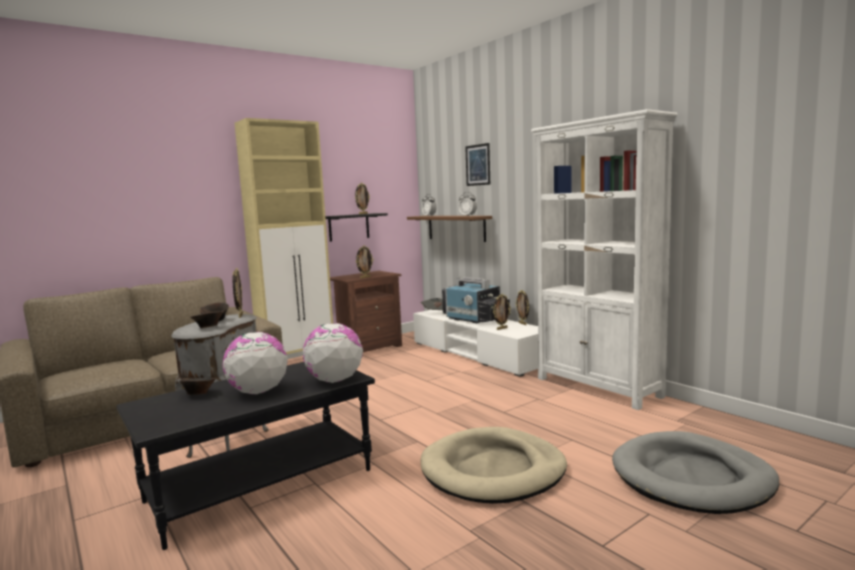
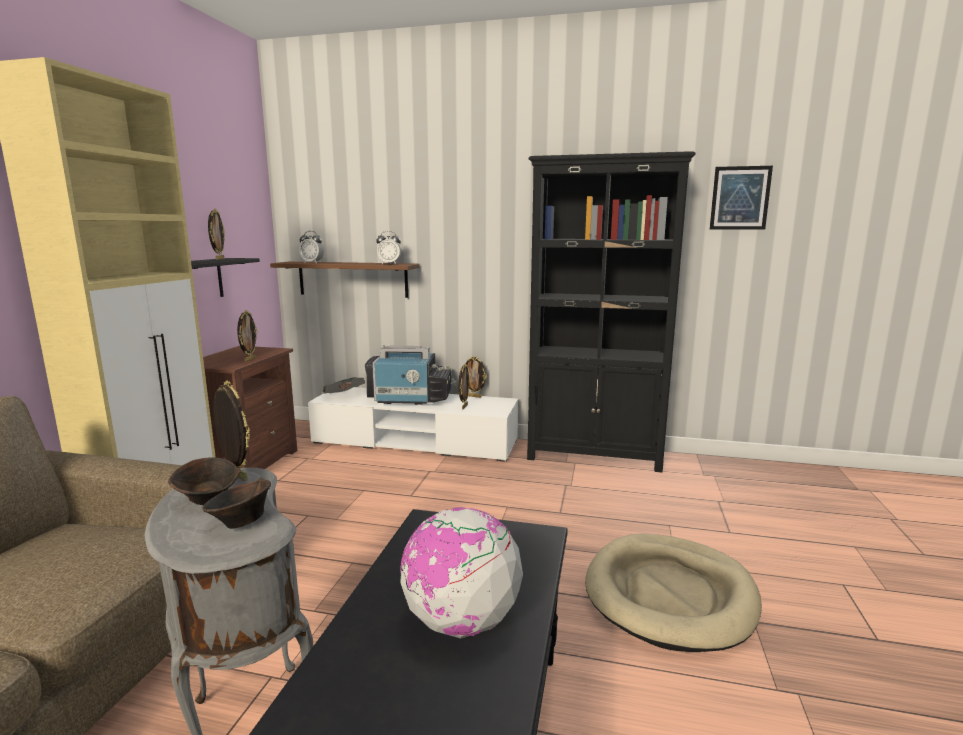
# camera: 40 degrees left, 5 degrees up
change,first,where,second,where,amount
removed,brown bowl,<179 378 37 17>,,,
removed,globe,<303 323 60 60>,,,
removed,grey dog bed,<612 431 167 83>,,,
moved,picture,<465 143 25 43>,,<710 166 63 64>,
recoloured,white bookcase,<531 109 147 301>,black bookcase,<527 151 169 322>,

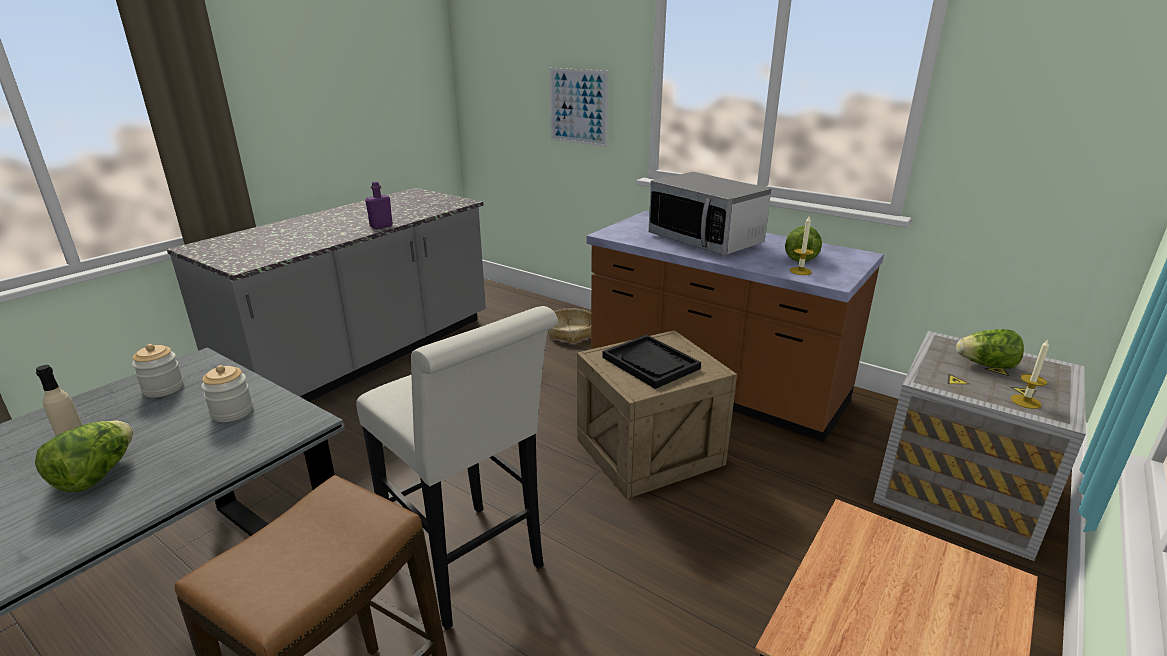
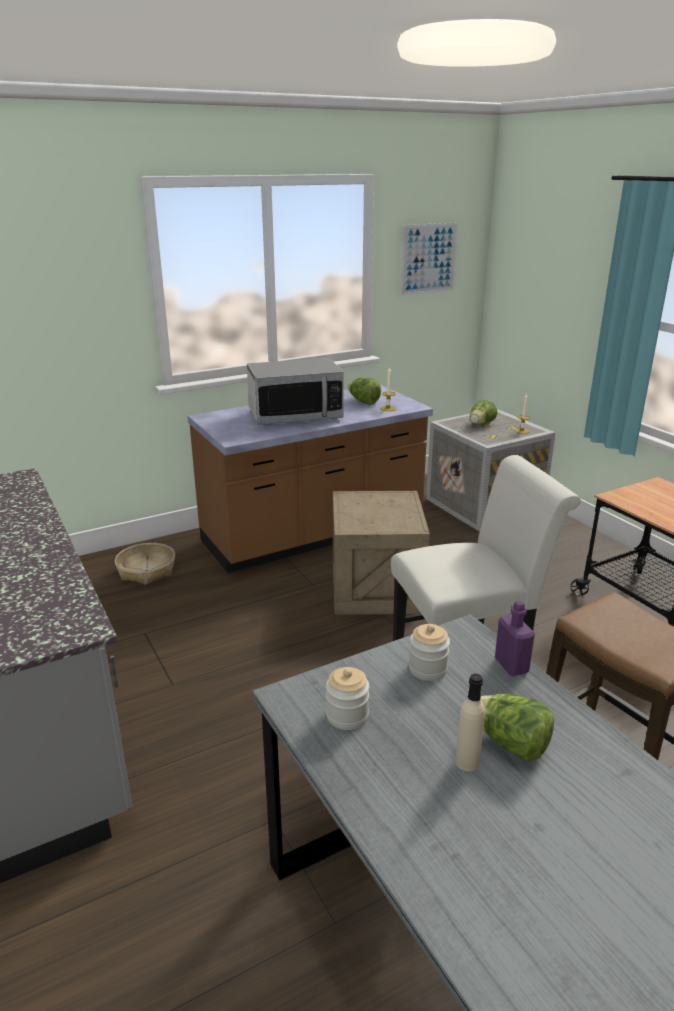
# camera: 65 degrees left, 0 degrees up
change,first,where,second,where,amount
removed,black tray,<602 335 99 54>,,,
moved,purple bottle,<365 182 28 47>,,<495 601 40 75>,
moved,picture,<549 68 59 79>,,<401 222 57 74>,

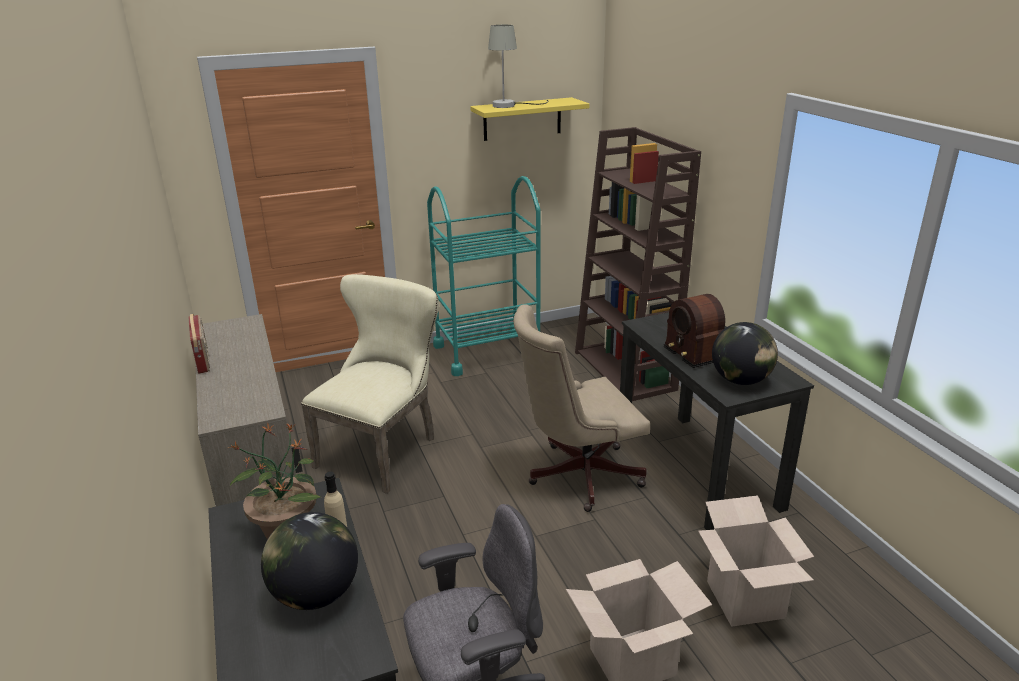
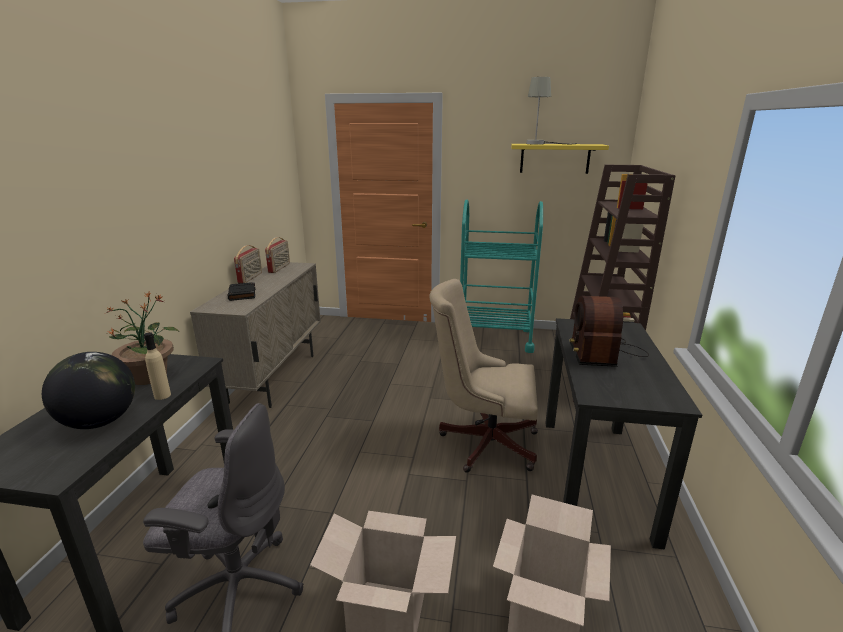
# camera: 30 degrees right, 5 degrees down
change,first,where,second,where,amount
removed,beige chair,<301 274 138 220>,,,
removed,globe,<712 322 66 63>,,,
added,,,black book,<228 282 27 19>,
added,,,radio,<265 237 25 36>,

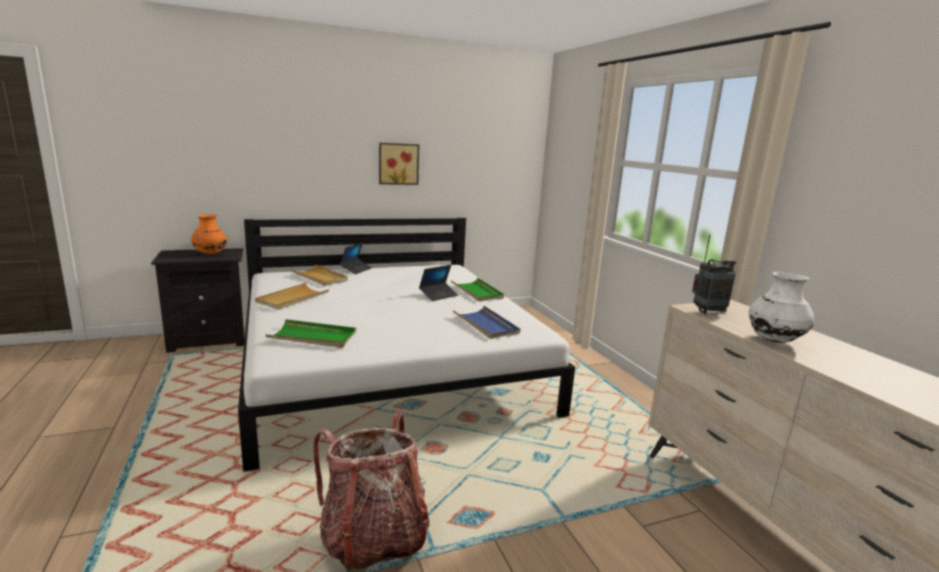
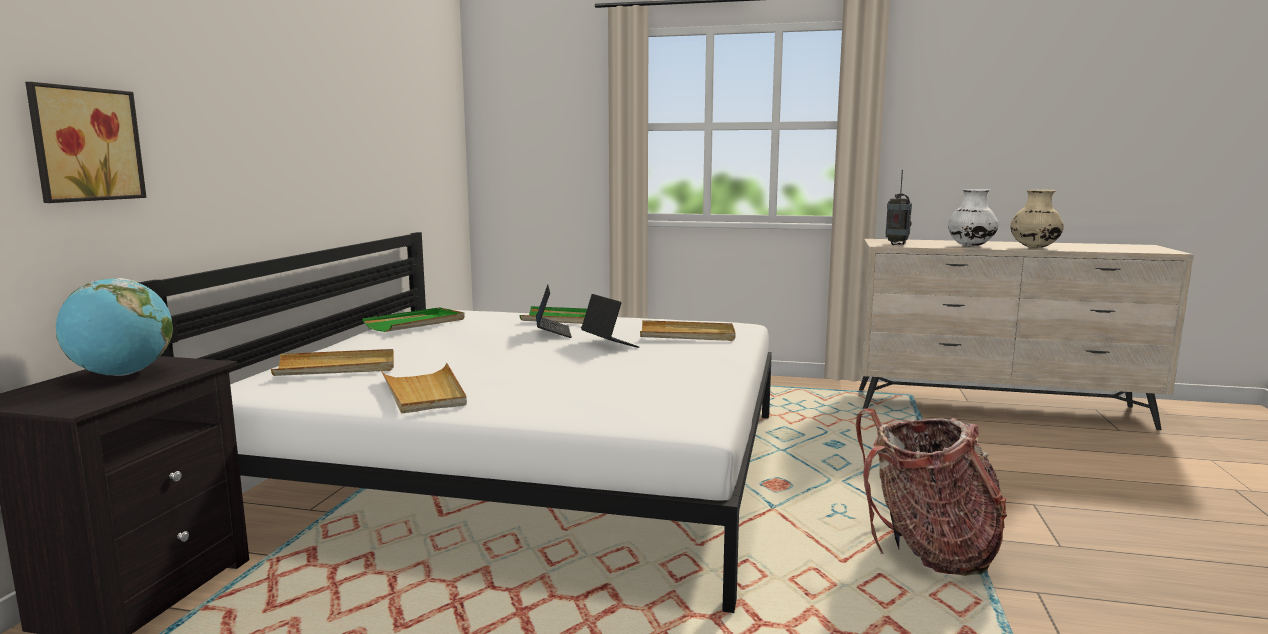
# camera: 55 degrees left, 5 degrees down
change,first,where,second,where,amount
added,,,beige vase,<1010 190 54 58>,
moved,green tray,<265 319 92 29>,,<362 307 103 25>,
moved,laptop,<340 242 32 32>,,<581 294 58 54>,
moved,picture,<379 143 40 42>,,<25 82 122 121>,
replaced,orange vase,<191 214 36 40>,globe,<56 278 117 98>,
recoloured,blue tray,<453 306 67 33>,beige tray,<640 320 96 21>,

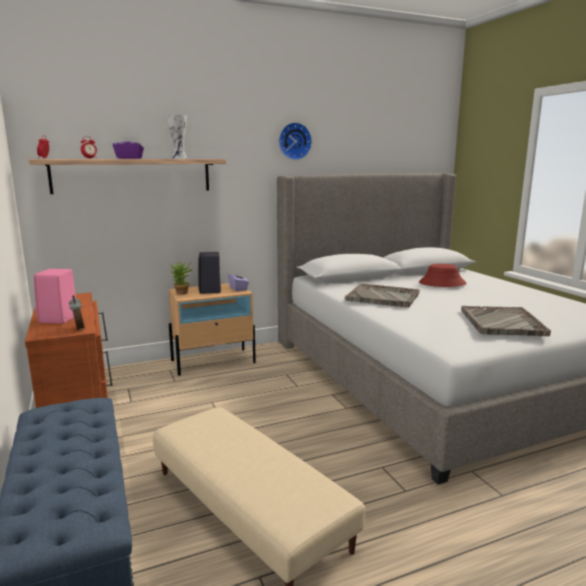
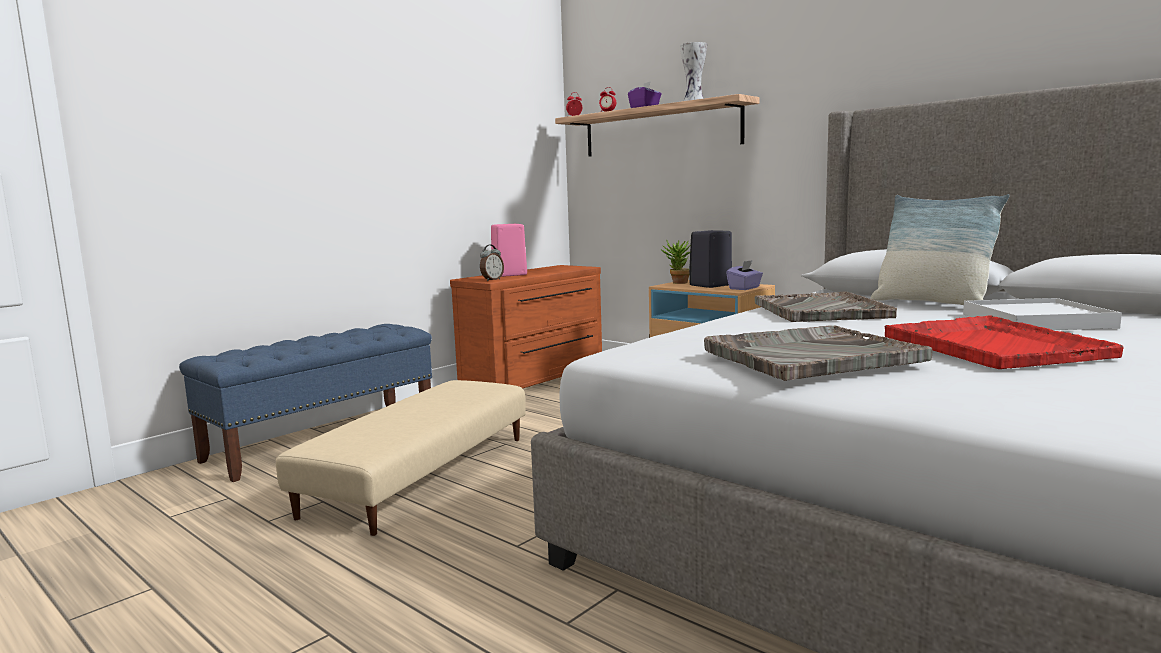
# camera: 65 degrees right, 5 degrees down
change,first,where,second,where,amount
removed,wall clock,<279 122 33 38>,,,
added,,,pillow,<870 194 140 111>,
added,,,red tray,<885 316 239 53>,
replaced,red hat,<419 264 48 23>,white tray,<963 298 159 32>,

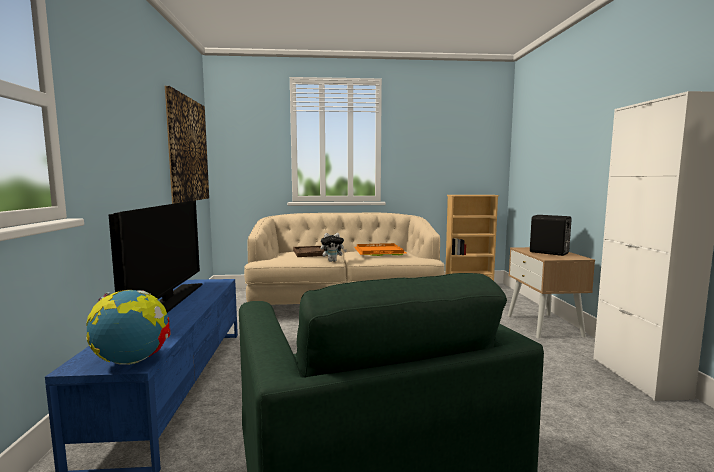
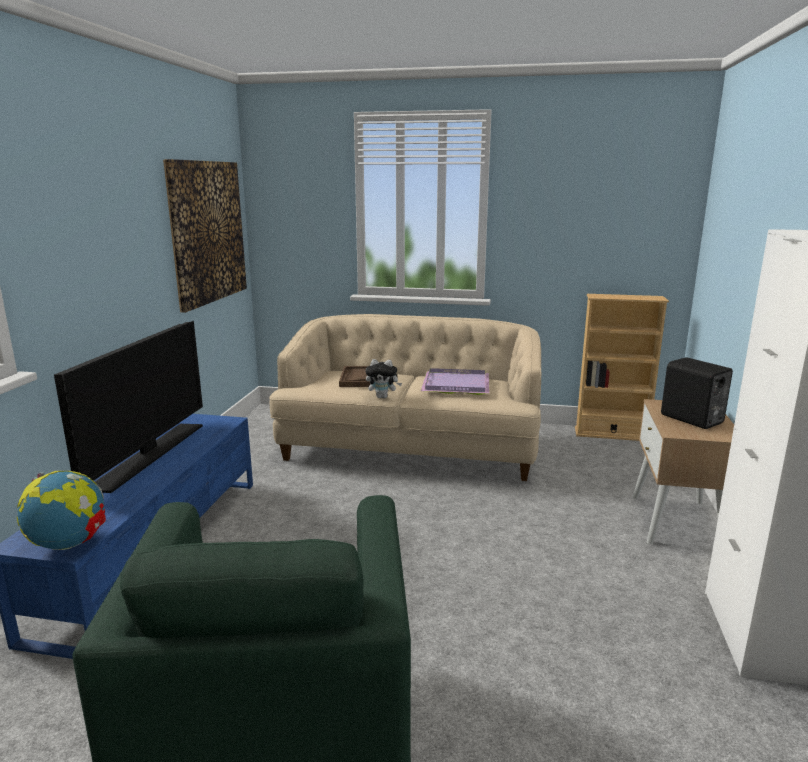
# camera: 15 degrees right, 10 degrees up
change,first,where,second,where,amount
recoloured,orange tray,<354 243 53 13>,purple tray,<421 368 68 27>,

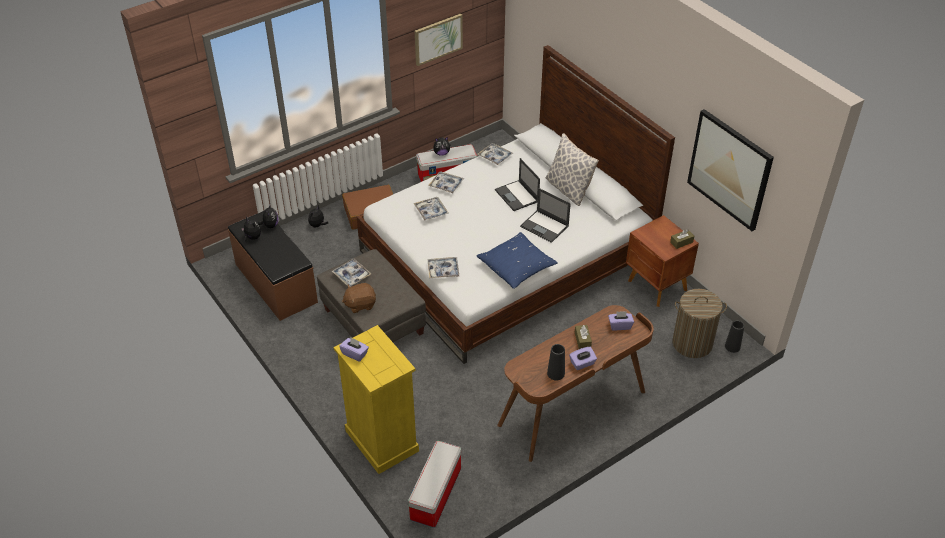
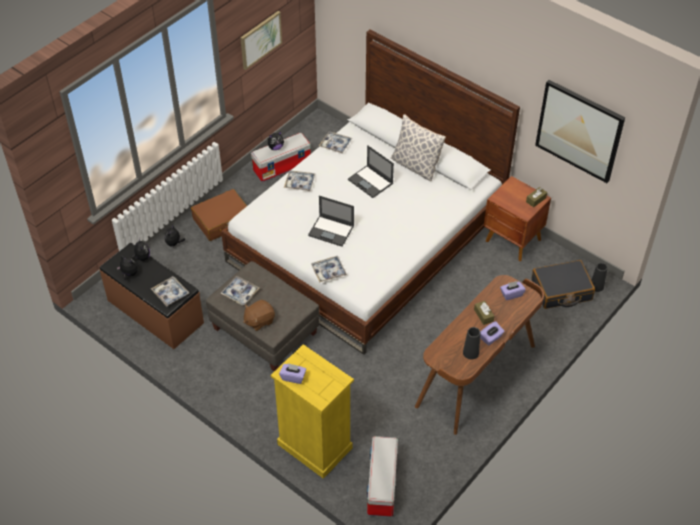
# camera: 15 degrees left, 5 degrees up
change,first,where,second,where,amount
removed,blue pillow,<477 232 81 57>,,,
moved,tray,<414 197 35 24>,,<151 276 38 31>,
moved,laptop,<520 188 51 55>,,<308 196 46 51>,
replaced,laundry basket,<673 289 54 69>,black suitcase,<531 260 64 49>,

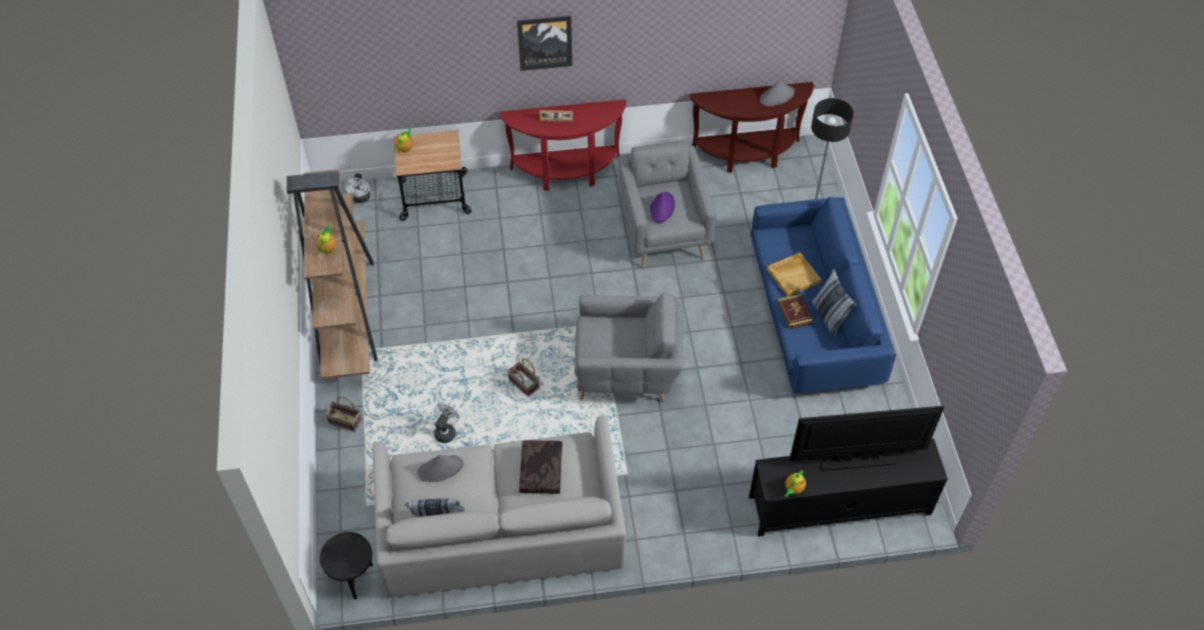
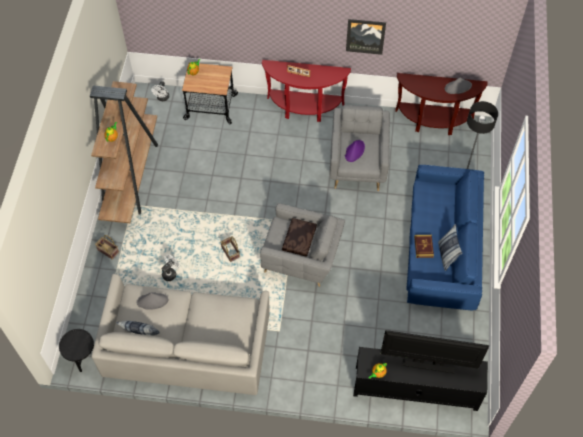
# camera: 15 degrees right, 5 degrees up
change,first,where,second,where,amount
removed,beige tray,<767 252 54 45>,,,
moved,picture,<517 16 55 55>,,<346 19 40 36>,
moved,brown pillow,<519 440 43 54>,,<282 218 35 39>,

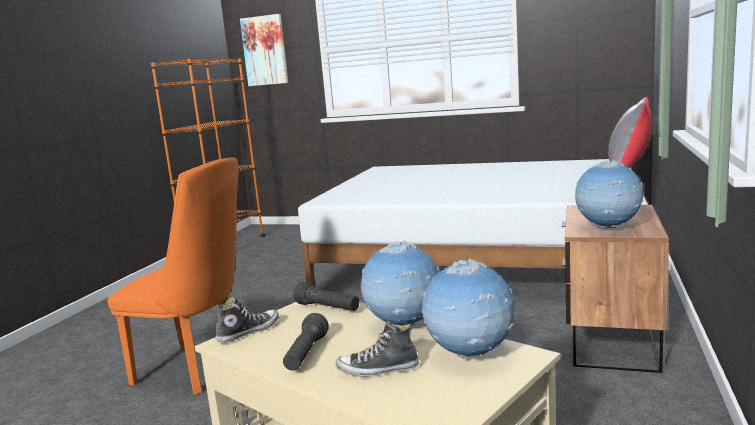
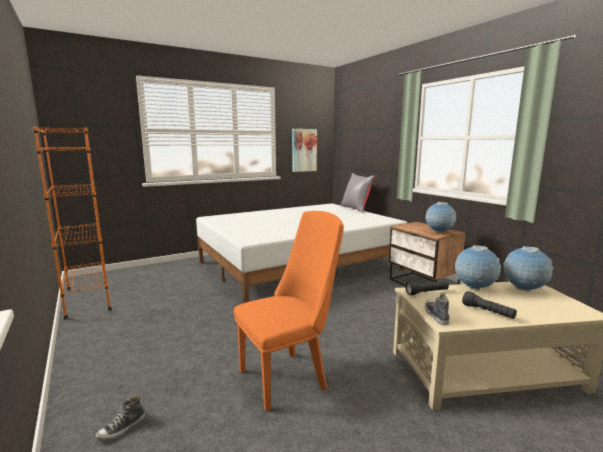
# camera: 50 degrees left, 0 degrees up
change,first,where,second,where,amount
moved,picture,<240 14 48 72>,,<292 129 25 43>,
moved,shoe,<336 321 83 56>,,<95 395 50 46>,

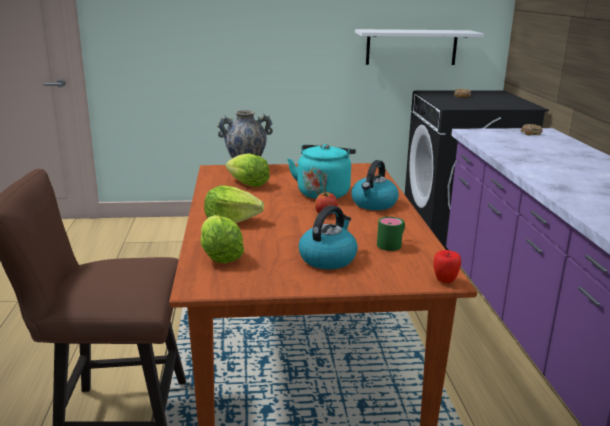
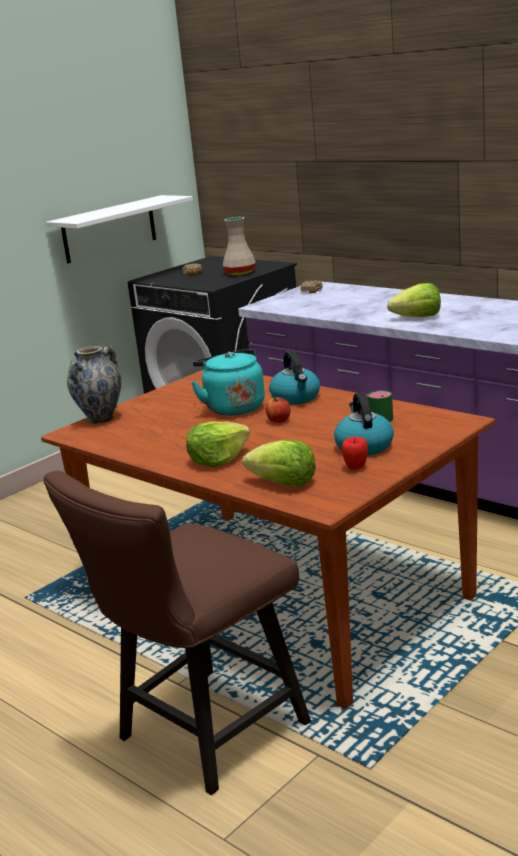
# camera: 40 degrees left, 0 degrees up
change,first,where,second,where,amount
added,,,beige vase,<223 217 33 58>,
moved,lettuce,<226 153 44 34>,,<387 283 54 34>,
moved,apple,<433 250 28 33>,,<342 437 26 33>,

